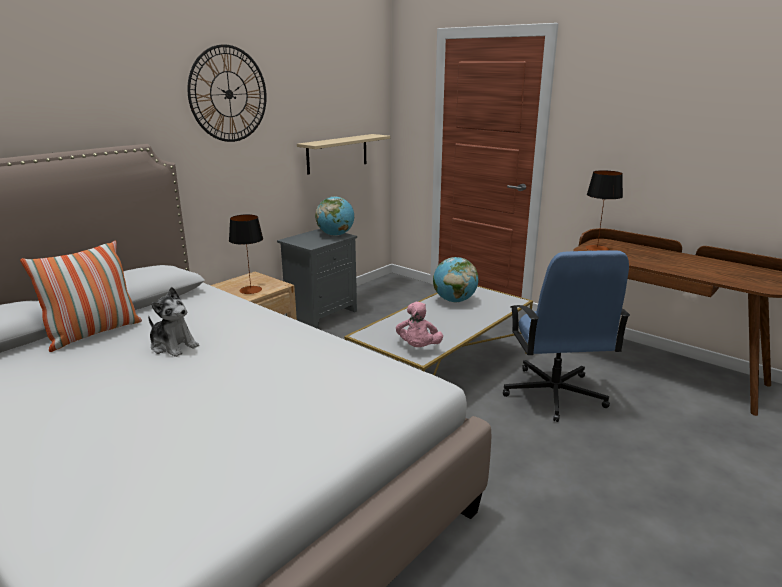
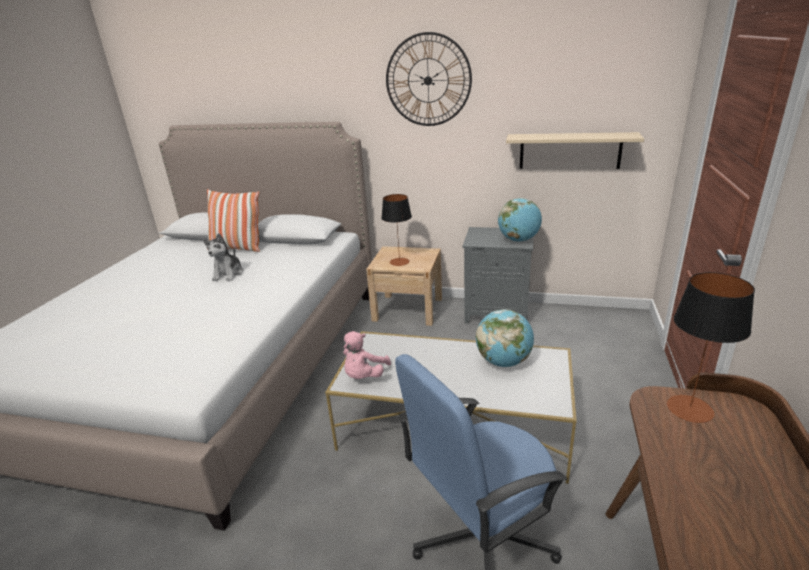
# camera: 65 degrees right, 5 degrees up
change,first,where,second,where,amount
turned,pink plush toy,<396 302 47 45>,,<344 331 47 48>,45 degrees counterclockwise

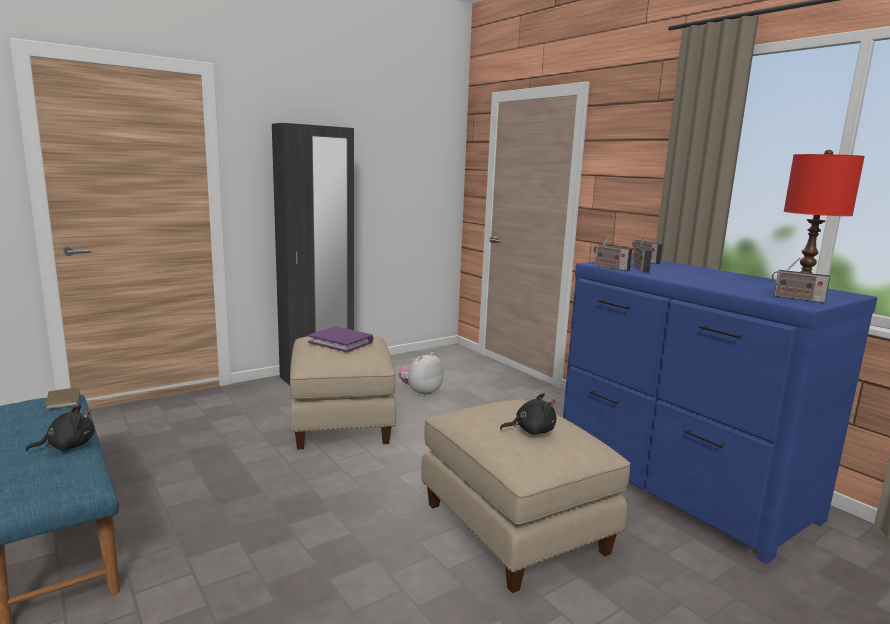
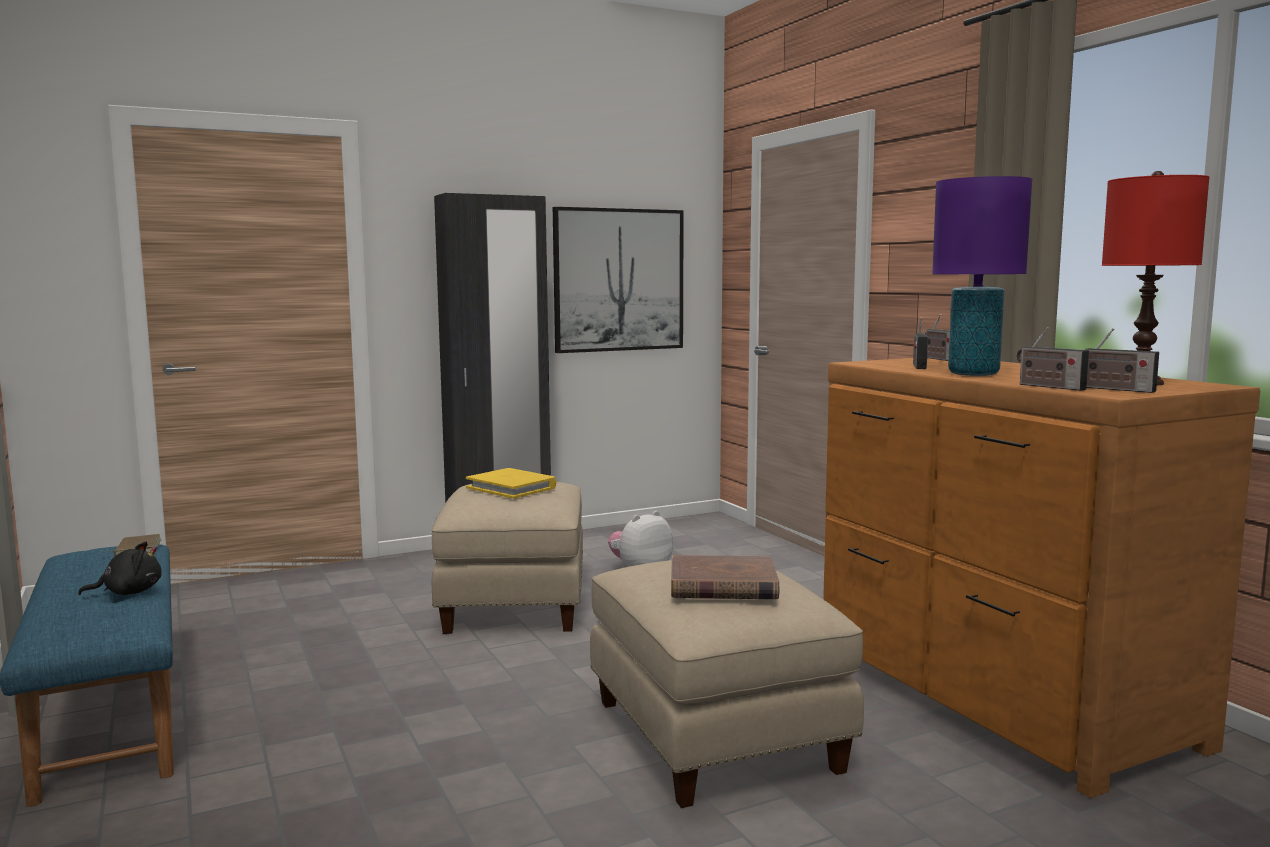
# camera: 10 degrees right, 5 degrees down
change,first,where,second,where,amount
added,,,picture,<553 207 131 146>,
added,,,purple table lamp,<932 176 100 200>,
moved,radio,<594 235 38 36>,,<1017 327 72 64>,
replaced,black plush toy,<500 393 56 42>,brown book,<671 555 108 44>,
recoloured,purple book,<308 326 65 26>,yellow book,<466 468 90 31>,
recoloured,blue dresser,<563 258 314 306>,brown dresser,<823 358 437 440>,

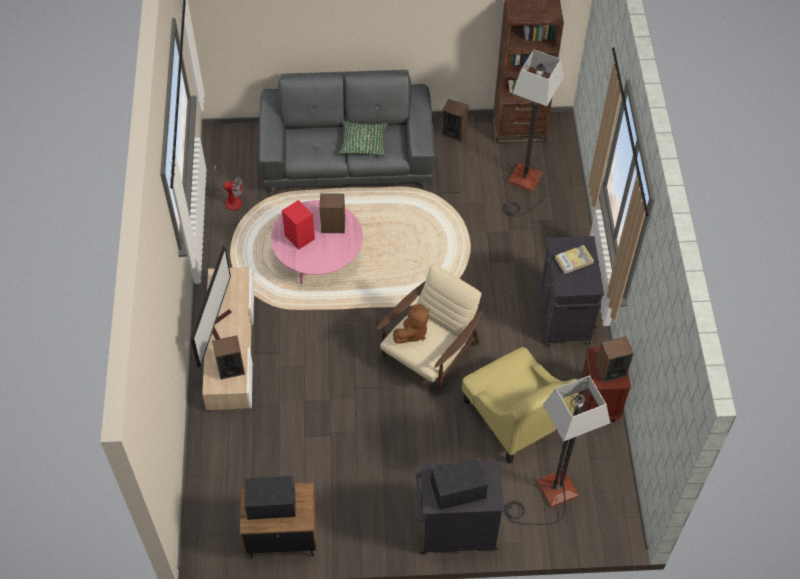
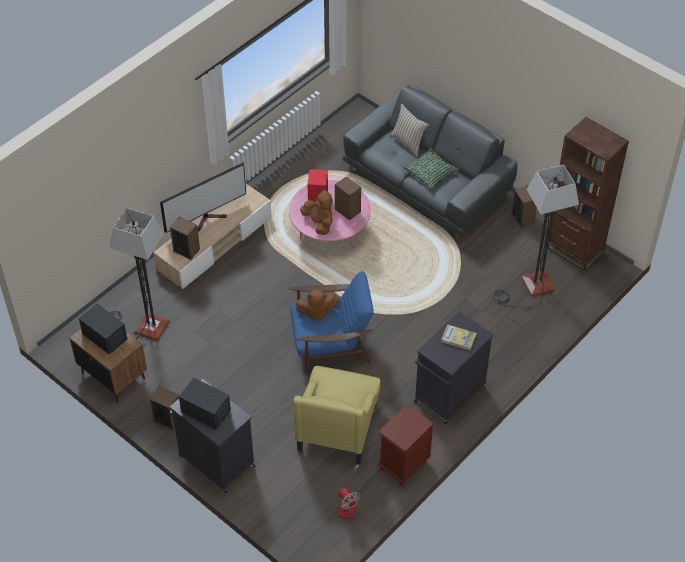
# camera: 45 degrees right, 5 degrees down
change,first,where,second,where,amount
added,,,brown plush toy,<300 188 33 47>,
added,,,beige pillow,<390 103 39 54>,
moved,fan,<214 165 29 45>,,<337 464 24 55>,
moved,floor lamp,<505 375 105 150>,,<109 208 60 133>,
moved,speaker,<595 337 39 46>,,<150 386 29 44>,
recoloured,beige armchair,<376 264 106 130>,blue armchair,<289 271 85 102>,

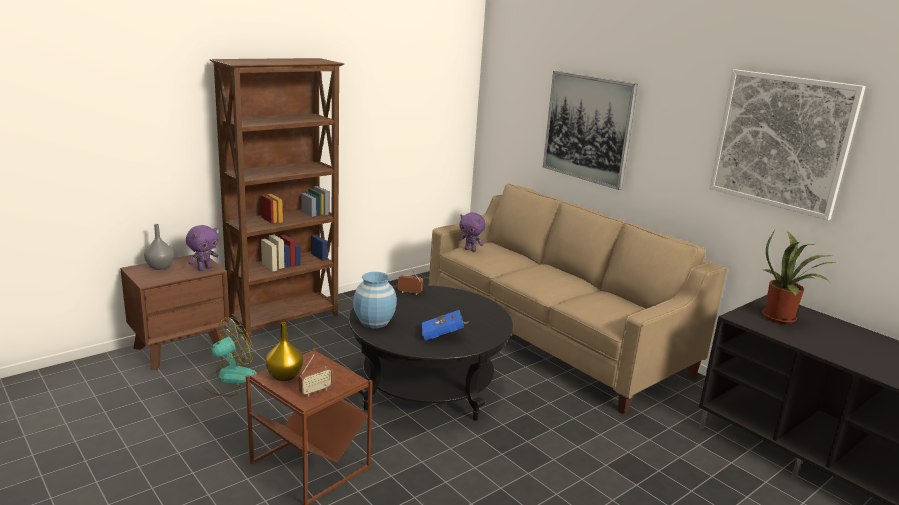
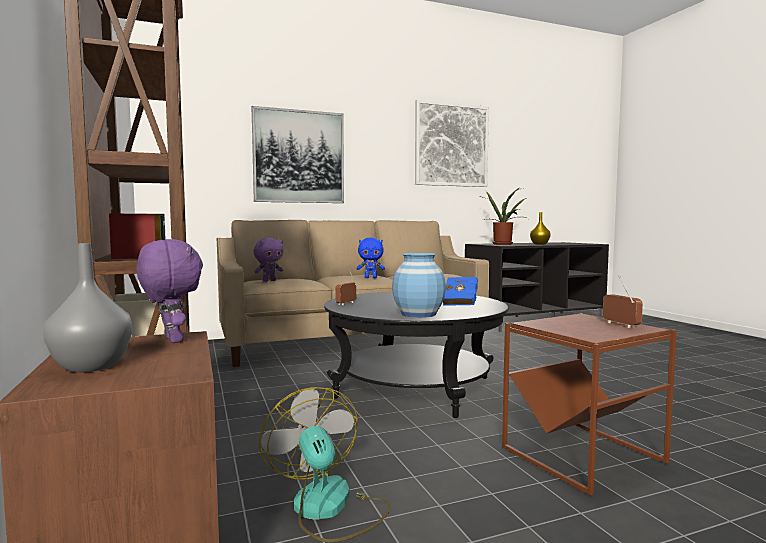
# camera: 70 degrees left, 15 degrees down
change,first,where,second,where,amount
added,,,blue plush toy,<357 237 28 41>,
moved,yellow vase,<266 322 37 59>,,<530 212 21 32>,

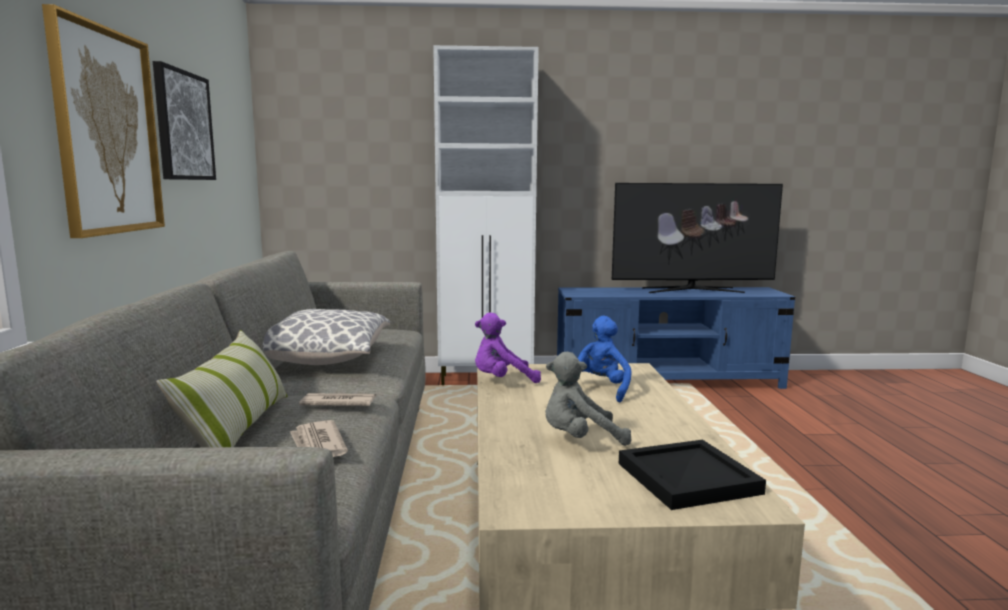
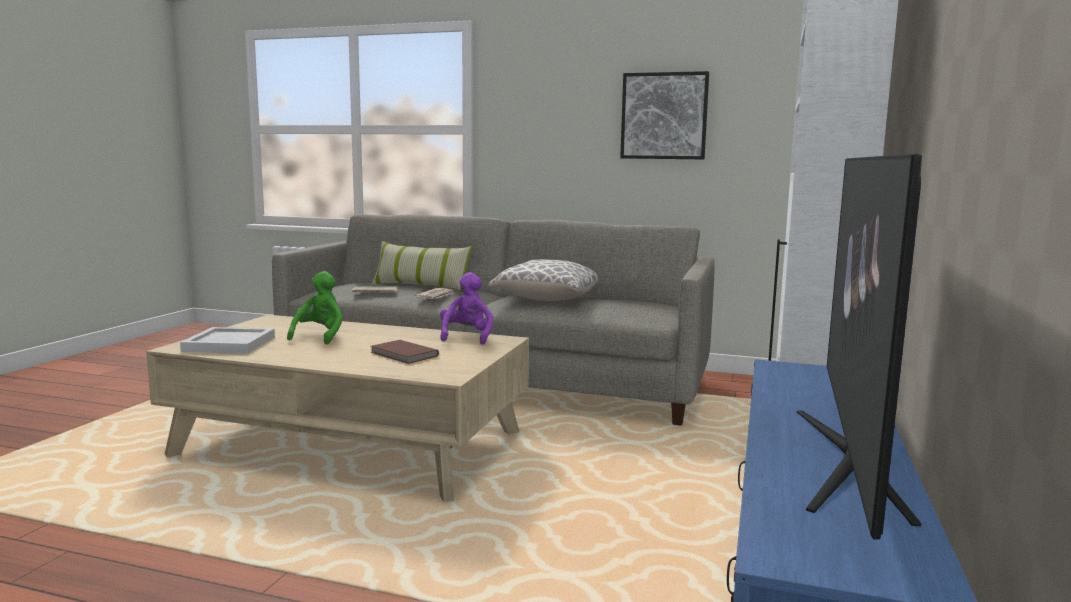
# camera: 110 degrees right, 0 degrees up
change,first,where,second,where,amount
removed,picture,<42 4 123 234>,,,
replaced,blue plush toy,<578 316 53 86>,brown book,<370 340 69 24>,
recoloured,grey plush toy,<545 352 87 94>,green plush toy,<287 271 56 73>,
recoloured,black tray,<619 440 147 70>,white tray,<180 327 95 27>,

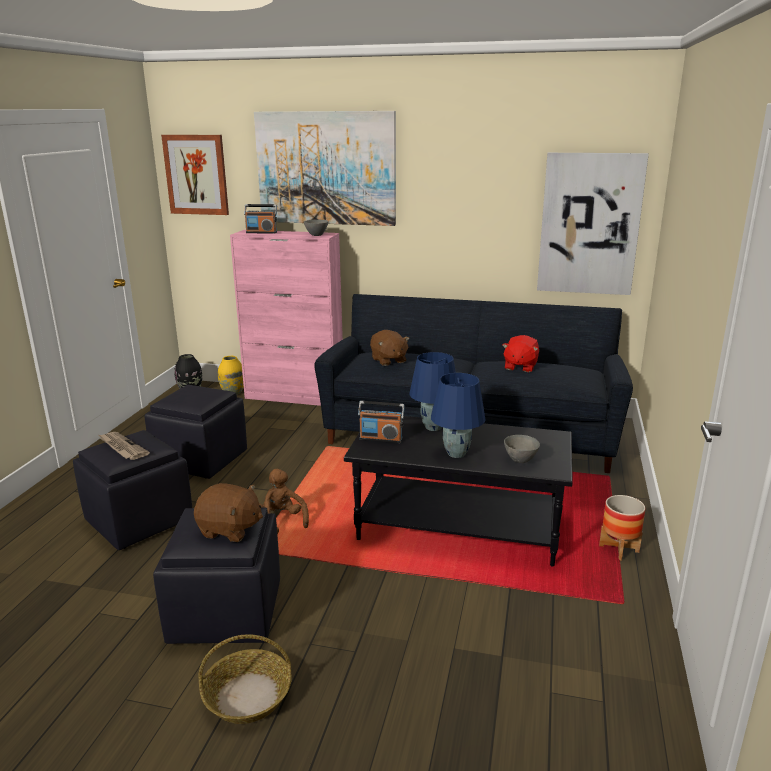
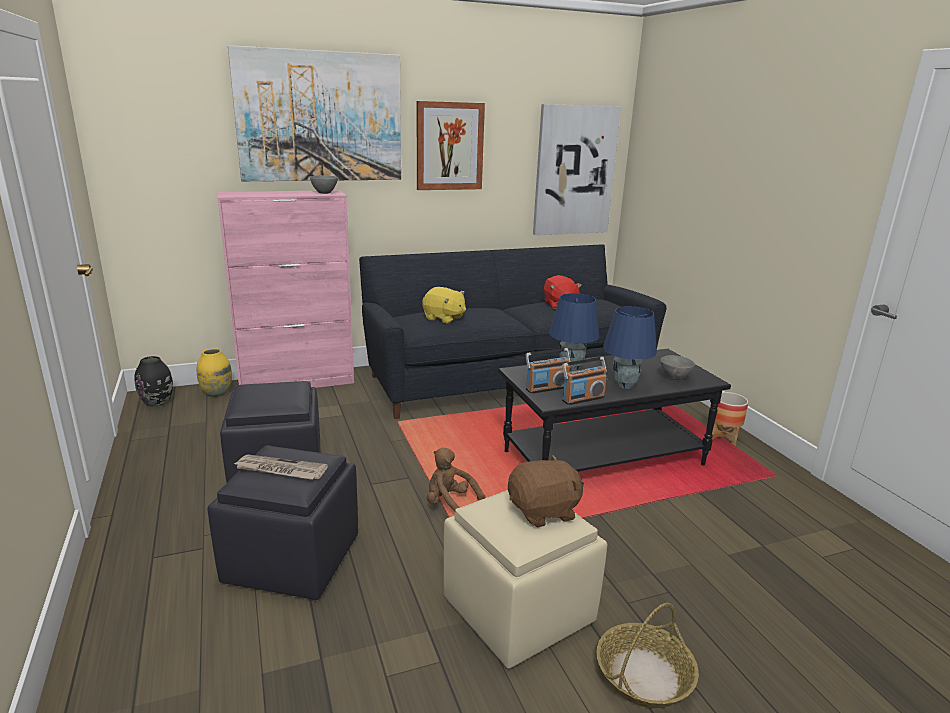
# camera: 35 degrees left, 0 degrees up
change,first,where,second,where,amount
moved,picture,<161 135 68 80>,,<417 101 68 89>,
moved,radio,<244 204 33 30>,,<562 357 45 48>,
recoloured,black ottoman,<153 508 127 136>,beige ottoman,<443 490 164 178>,
recoloured,brown plush toy,<370 330 40 36>,yellow plush toy,<422 287 44 37>,

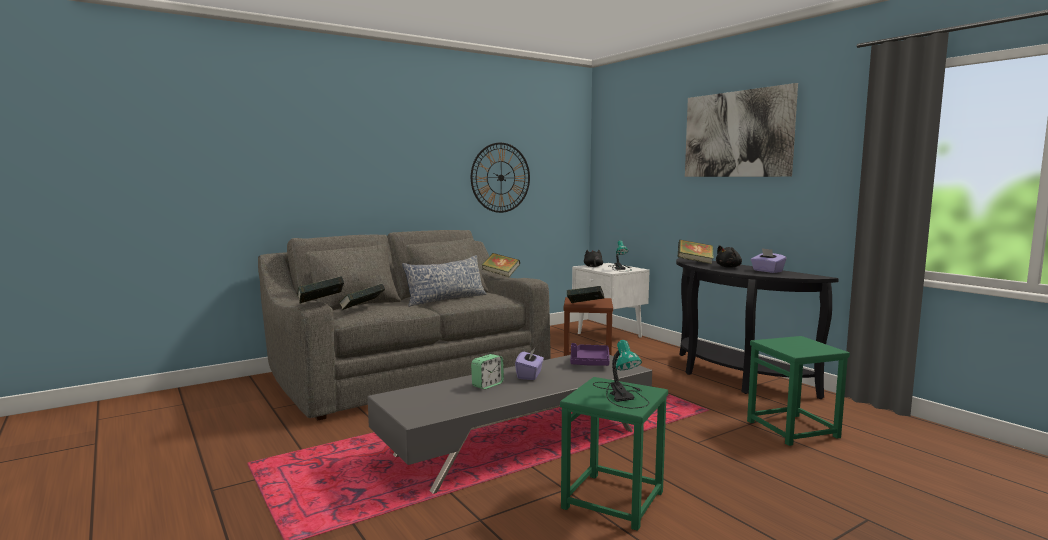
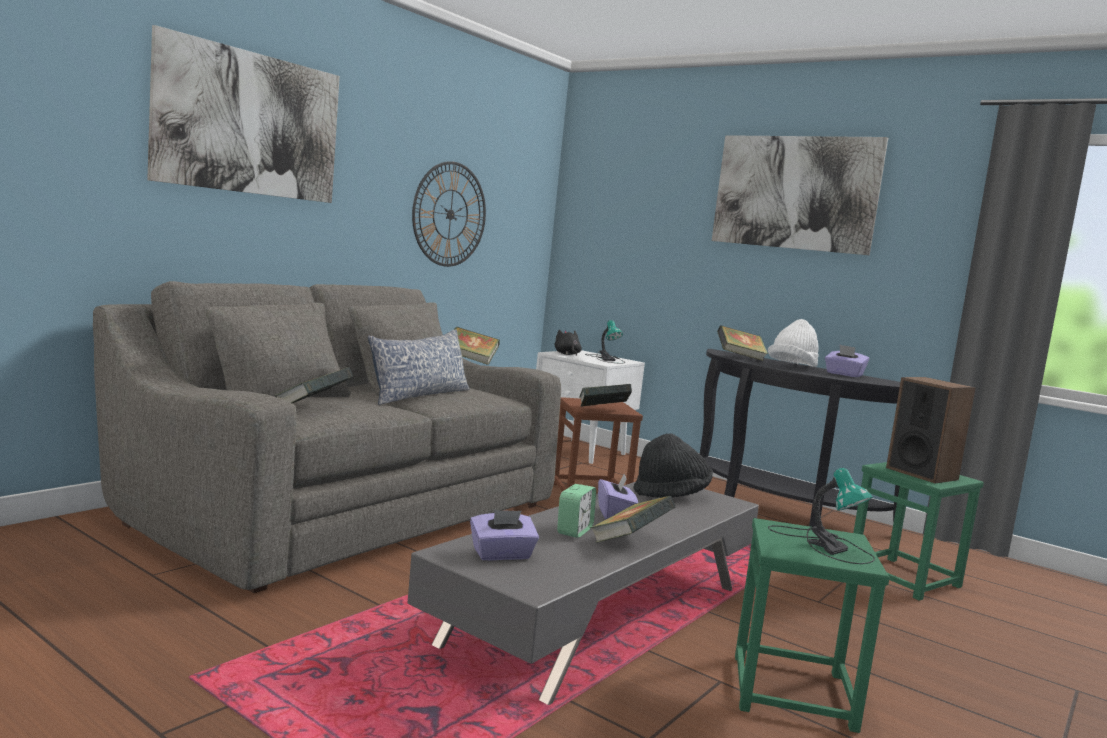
# camera: 20 degrees left, 0 degrees up
change,first,where,second,where,amount
added,,,picture,<147 25 193 178>,
added,,,purple tissue box,<470 510 69 51>,
added,,,speaker,<886 377 90 106>,
moved,book,<297 276 47 28>,,<590 496 86 47>,
replaced,purple tray,<570 343 40 23>,black hat,<634 433 79 65>,
replaced,black plush toy,<716 245 26 23>,white hat,<768 319 51 48>,

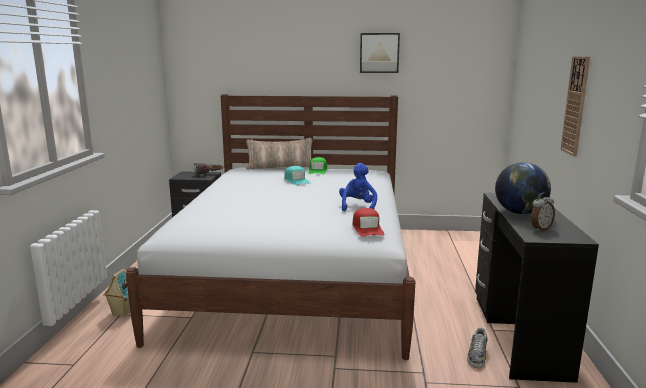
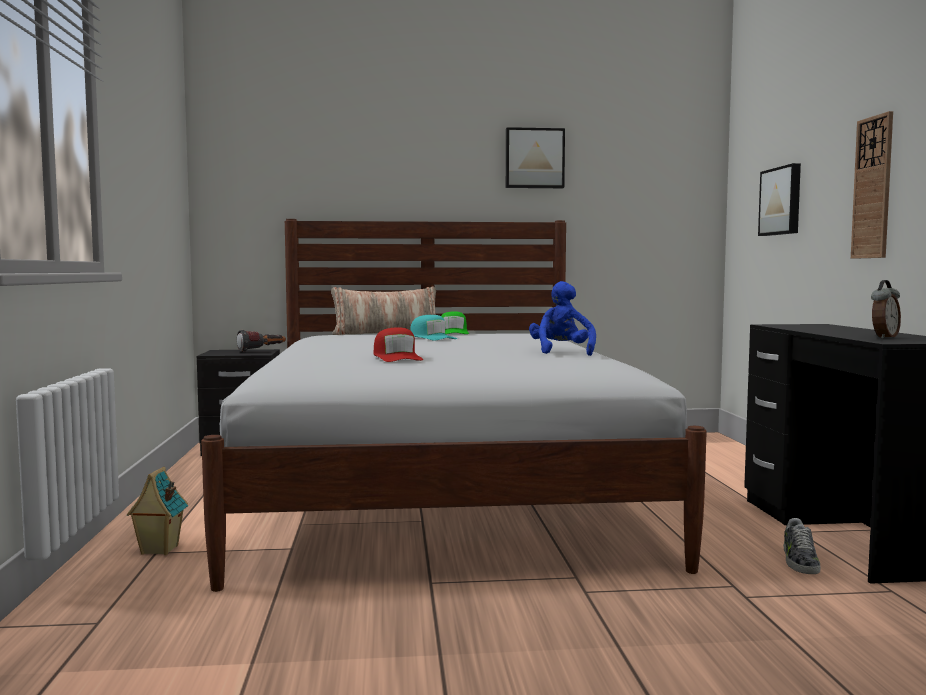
# camera: 10 degrees left, 10 degrees down
change,first,where,second,where,amount
removed,globe,<495 162 56 52>,,,
added,,,picture,<758 163 43 73>,
moved,red cap,<352 208 33 29>,,<373 327 51 35>,

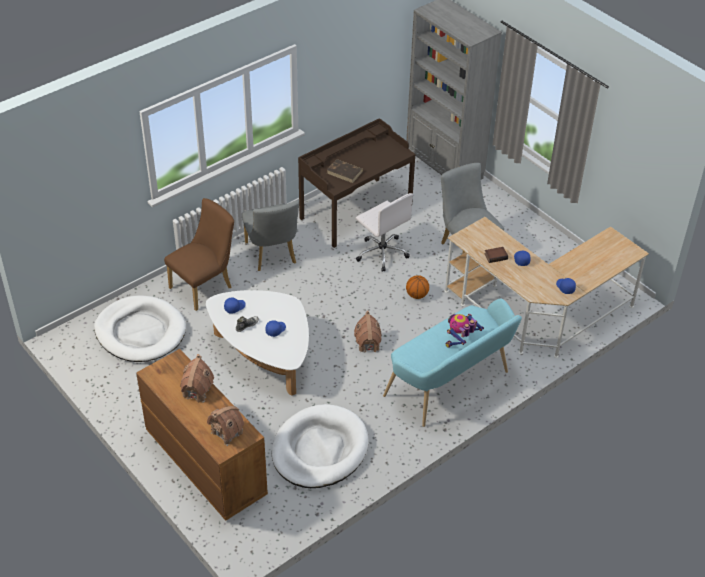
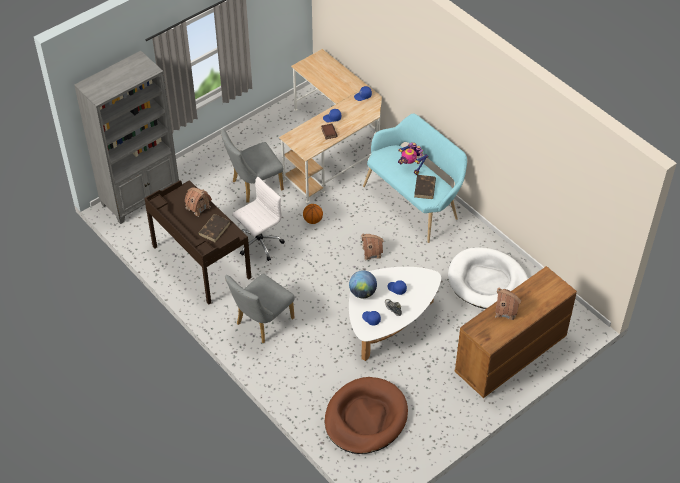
# camera: 90 degrees left, 5 degrees up
change,first,where,second,where,amount
removed,brown chair,<164 198 70 113>,,,
added,,,globe,<349 270 28 28>,
added,,,brown book,<414 175 22 24>,
moved,toy house,<207 406 37 40>,,<185 188 27 29>,
recoloured,white dog bed,<94 295 92 67>,brown dog bed,<324 377 84 77>,
turned,grey chair,<242 201 57 70>,,<225 273 70 70>,150 degrees clockwise

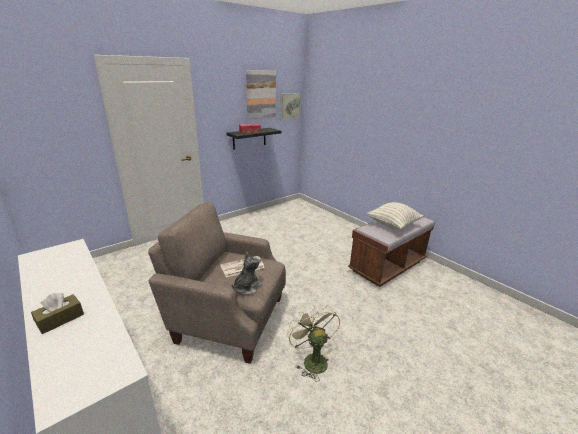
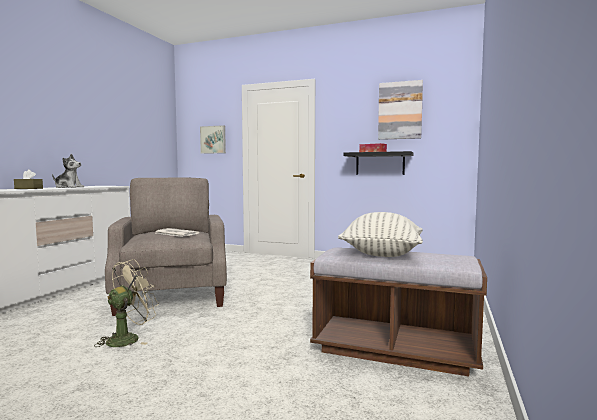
# camera: 60 degrees right, 20 degrees down
change,first,where,second,where,amount
moved,plush toy,<232 252 31 43>,,<52 154 32 34>,
moved,picture,<280 93 21 27>,,<200 125 26 29>,

